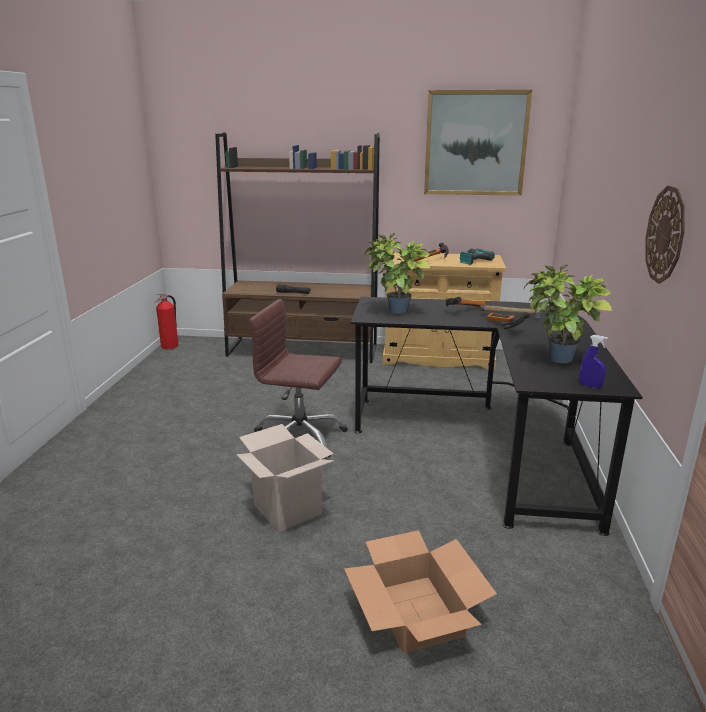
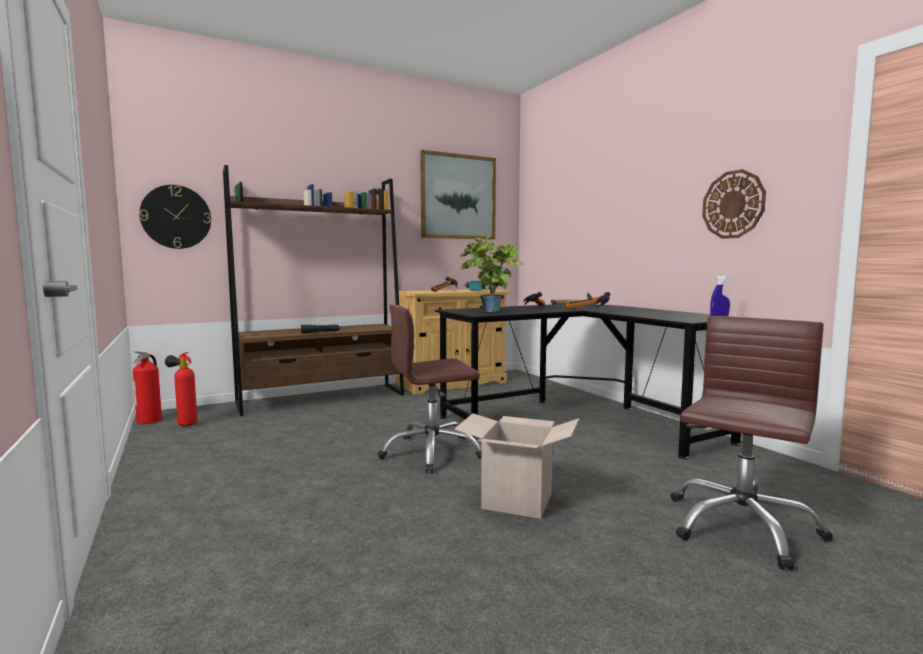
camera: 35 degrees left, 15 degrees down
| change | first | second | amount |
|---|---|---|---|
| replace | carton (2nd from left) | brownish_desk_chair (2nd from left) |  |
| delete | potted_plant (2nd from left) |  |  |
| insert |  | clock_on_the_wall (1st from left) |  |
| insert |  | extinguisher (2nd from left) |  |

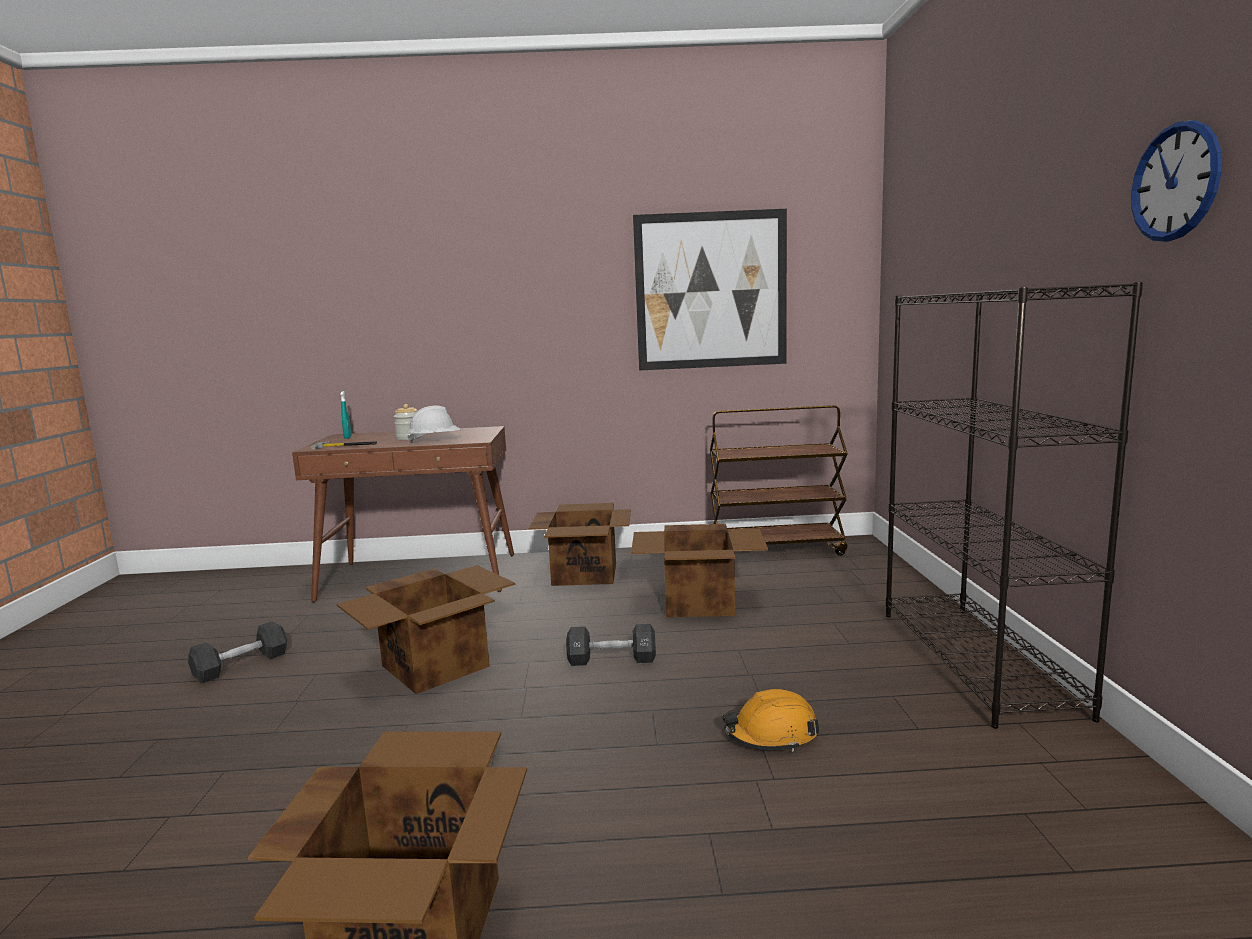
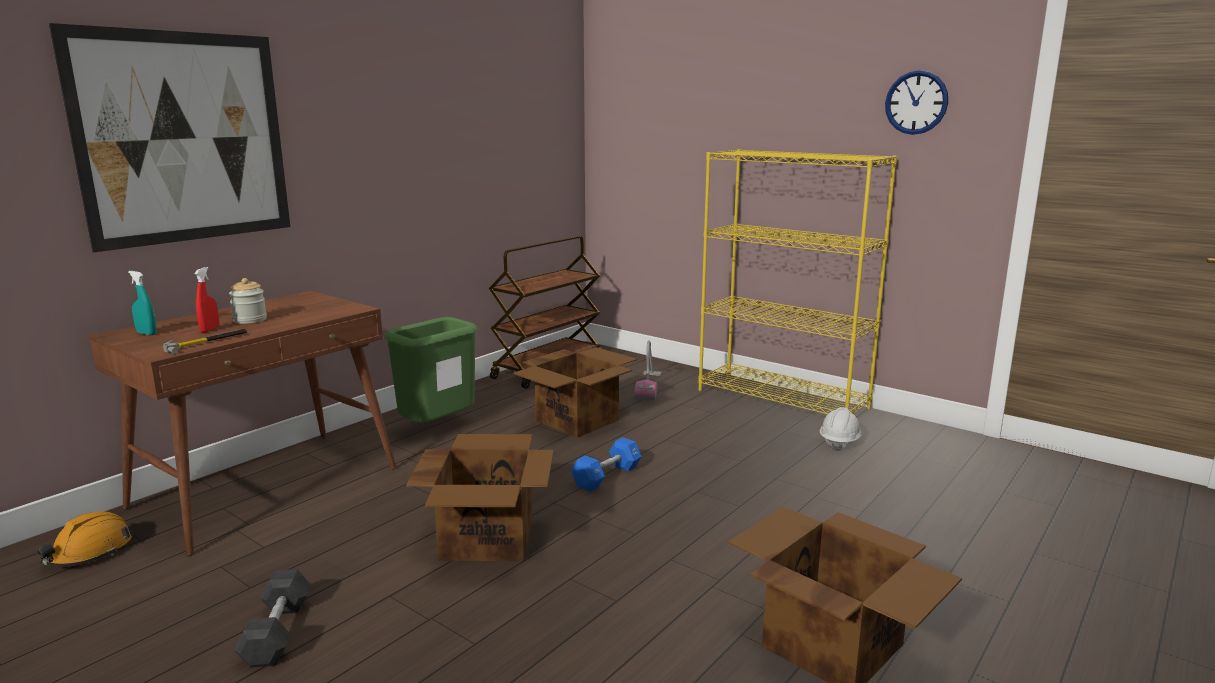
camera: 50 degrees left, 5 degrees up
| change | first | second | amount |
|---|---|---|---|
| move | white_safety_helmet |  |  |
| replace | carton (3rd from left) | green-coloured_rubbish_bin |  |
| recolor | black-coloured_dumbbell (2nd from left) | blue_dumbbell |  |
| move | wall_art |  |  |
| move | orangey_safety_helmet |  |  |
| recolor | black-coloured_shelving_unit | yellow-coloured_shelving_unit |  |
| insert |  | red-coloured_hand_sprayer |  |
| insert |  | vacuum |  |

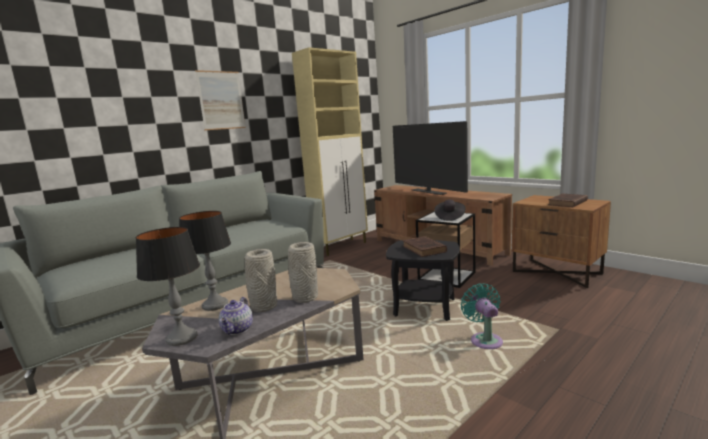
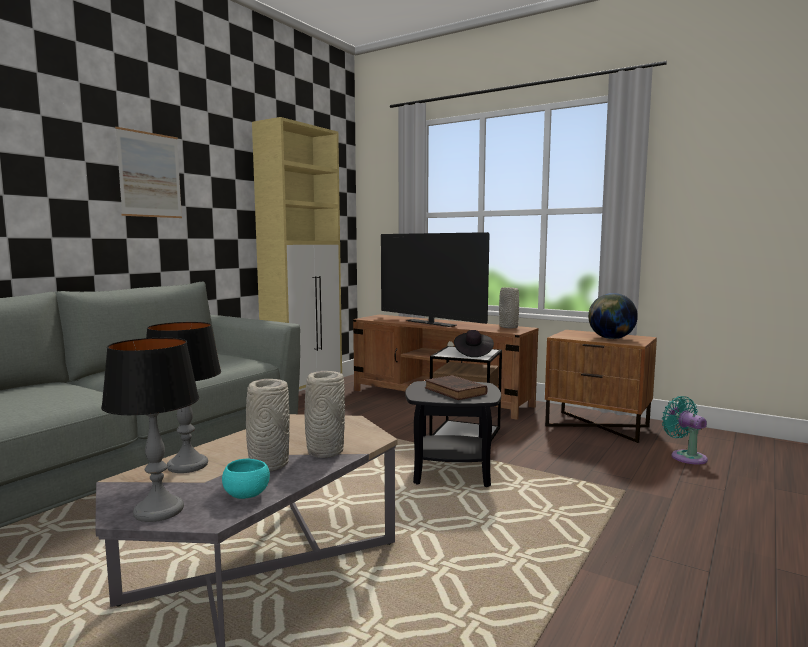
camera: 15 degrees left, 5 degrees down
| change | first | second | amount |
|---|---|---|---|
| replace | teapot | blue-green_serving_bowl |  |
| move | blue-green_fan |  |  |
| replace | brownish_volume (2nd from left) | globe |  |
| insert |  | greyish_decorative_vase (3rd from left) |  |

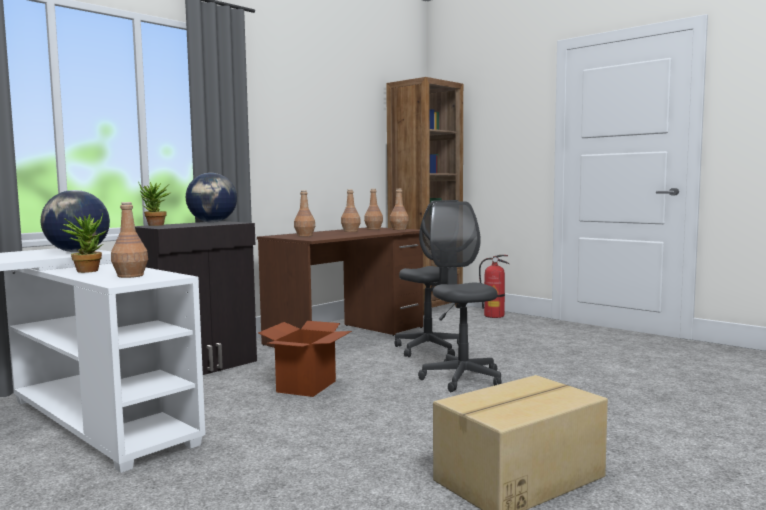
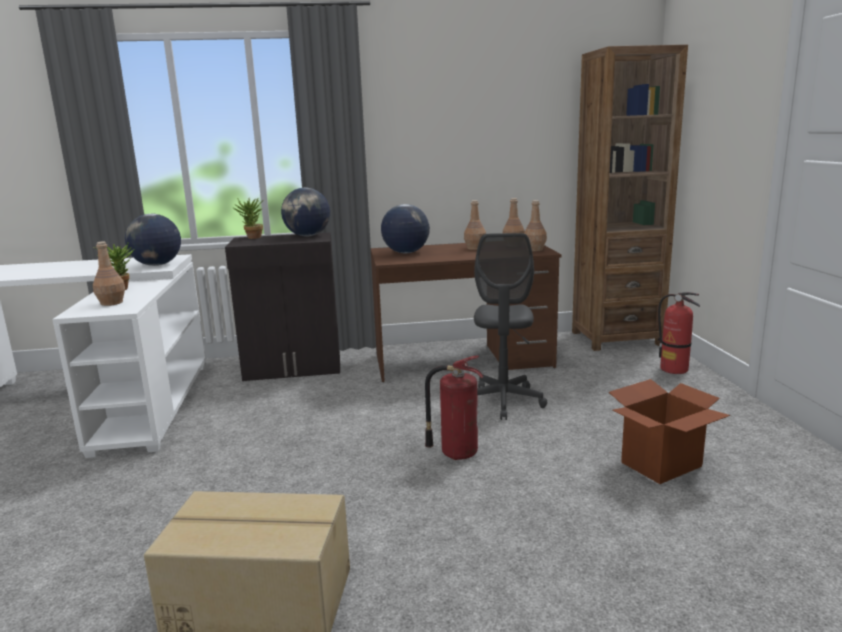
camera: 40 degrees right, 10 degrees up
| change | first | second | amount |
|---|---|---|---|
| move | carton (1st from left in the first image) | carton (2nd from left) |  |
| replace | brownish_bottle (2nd from left) | globe (3rd from left) |  |
| replace | greyish_desk_chair (2nd from left) | extinguisher (1st from left) |  |

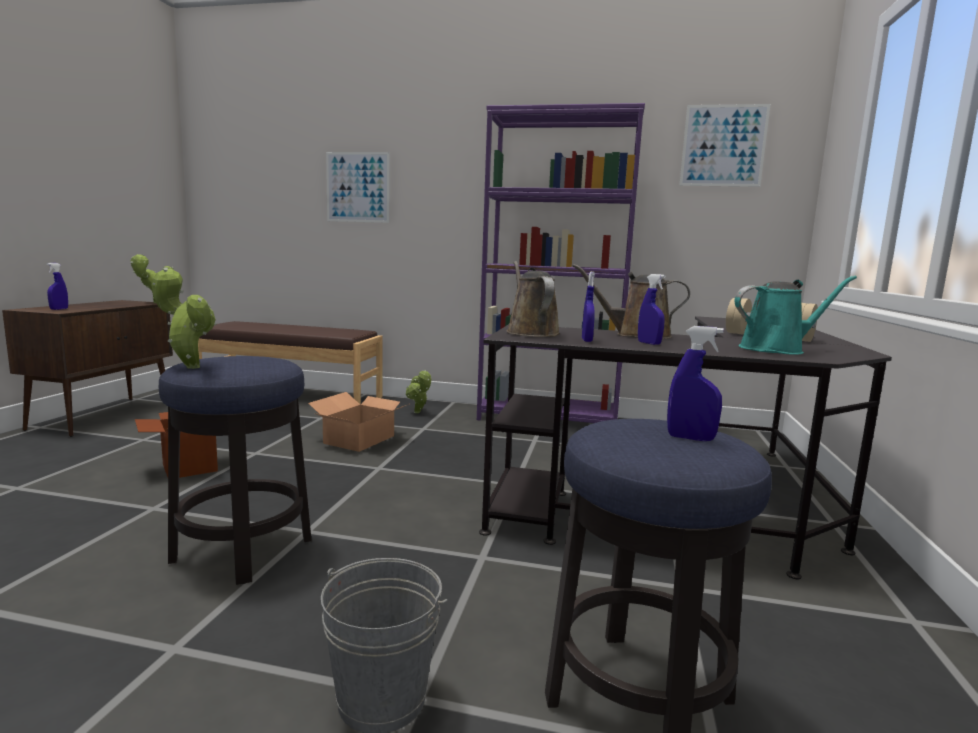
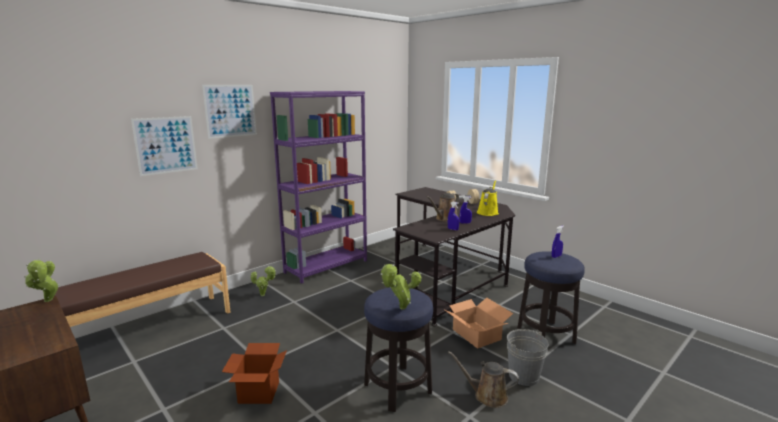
camera: 55 degrees left, 5 degrees up
| change | first | second | amount |
|---|---|---|---|
| delete | blue_hand_sprayer (1st from left) |  |  |
| move | carton (2nd from left) |  |  |
| move | brownish_sprinkling_can (1st from left in the first image) | brownish_sprinkling_can (2nd from left) |  |
| move | wall_art (2nd from left) |  |  |
| recolor | blue-green_sprinkling_can | yellow-coloured_sprinkling_can |  |

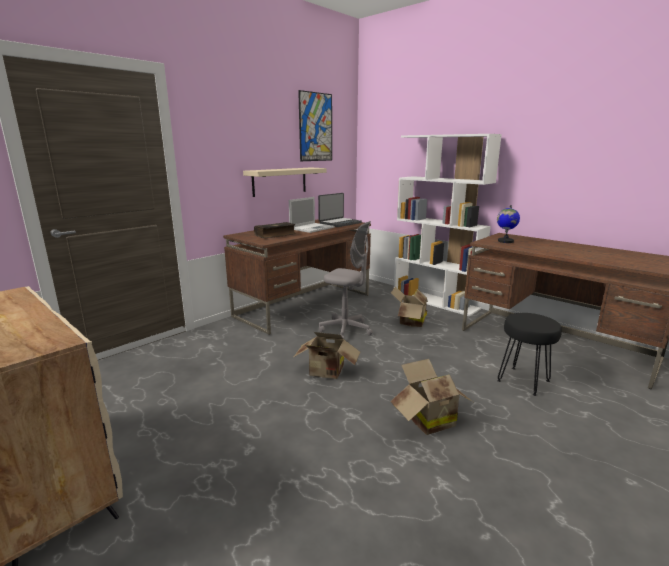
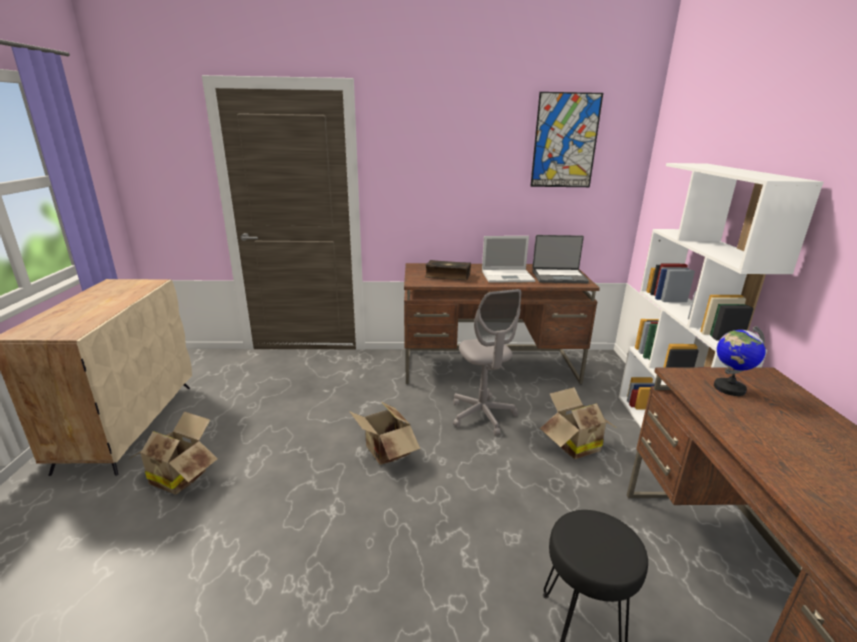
camera: 45 degrees right, 5 degrees up
| change | first | second | amount |
|---|---|---|---|
| delete | beige-coloured_shelf |  |  |
| move | carton (3rd from left in the first image) | carton (1st from left) |  |

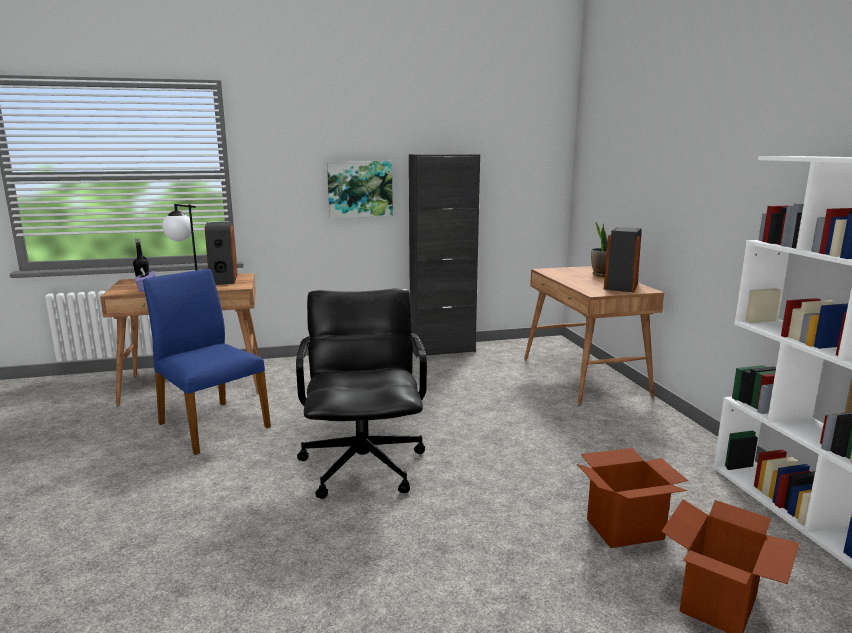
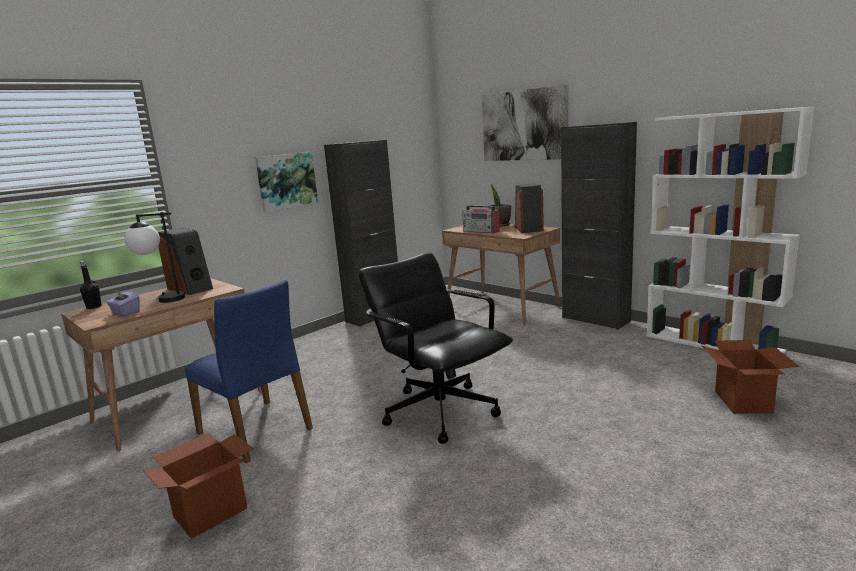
camera: 30 degrees left, 0 degrees up
| change | first | second | amount |
|---|---|---|---|
| rotate | blue_plain_chair |  | 150 degrees counterclockwise |
| move | carton (1st from left) |  |  |
| insert |  | radio_set |  |
| insert |  | wall_art (2nd from left) |  |
| insert |  | black-coloured_storage_cabinet (2nd from left) |  |

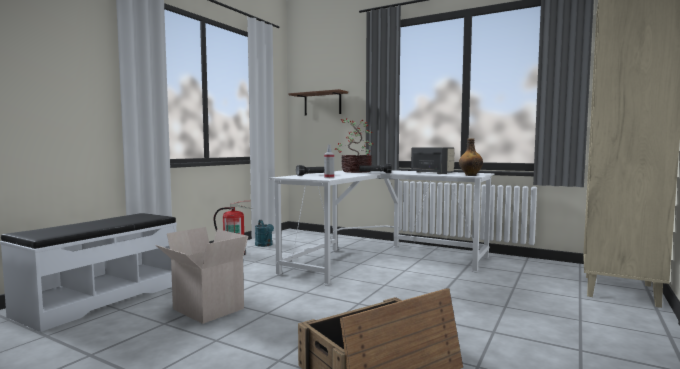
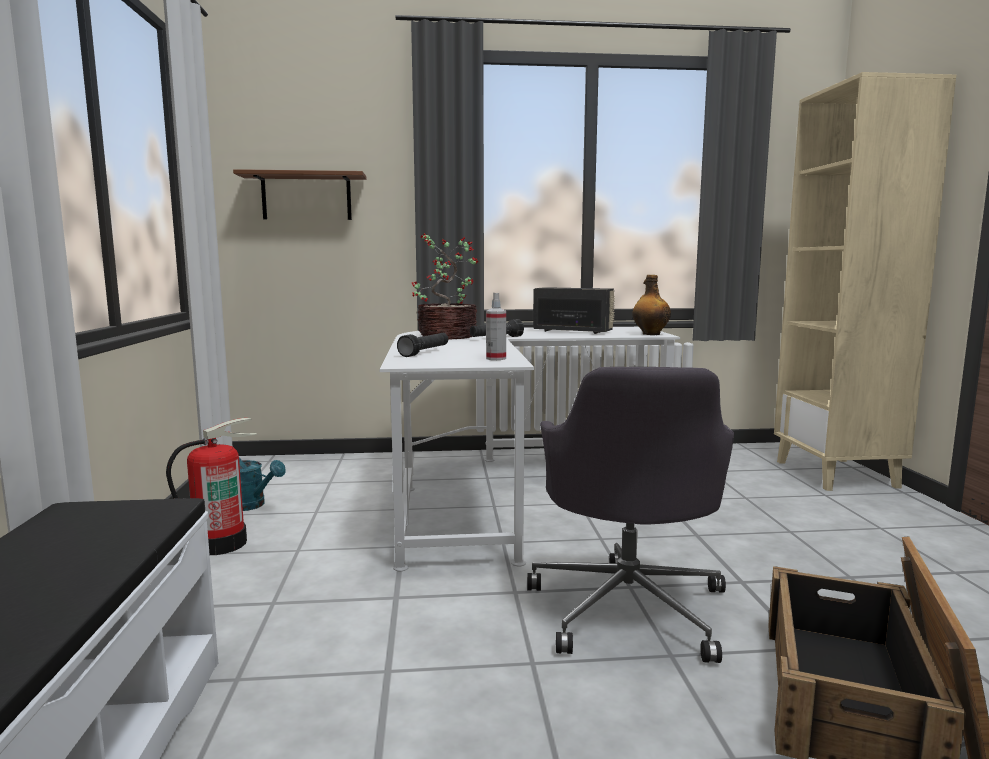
camera: 35 degrees left, 5 degrees up
| change | first | second | amount |
|---|---|---|---|
| delete | carton |  |  |
| insert |  | greyish_desk_chair |  |

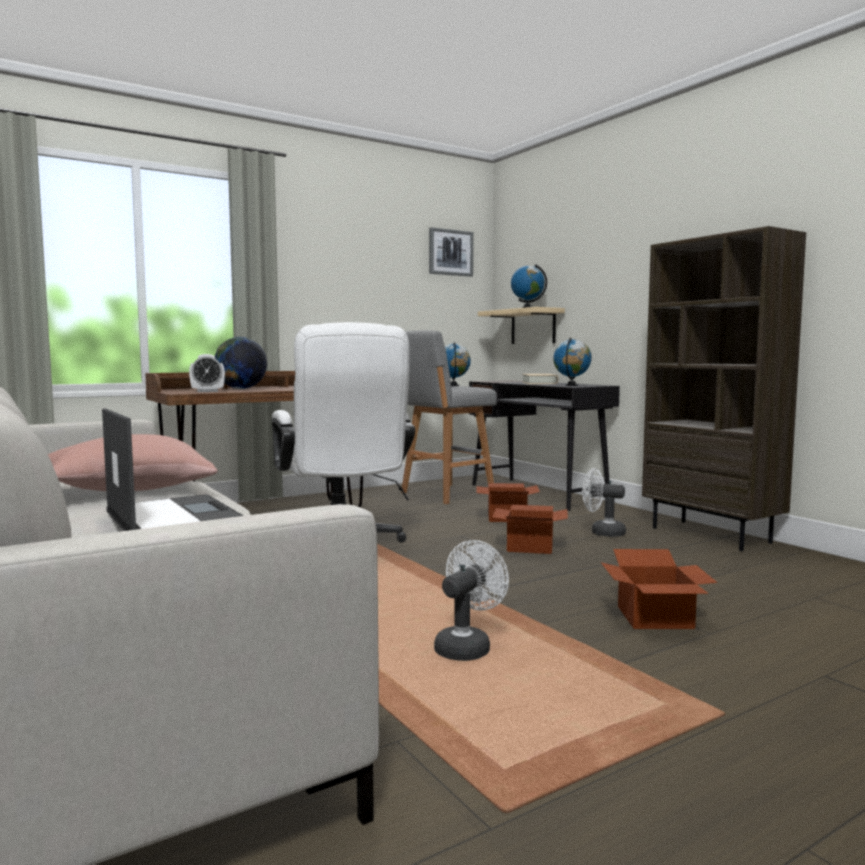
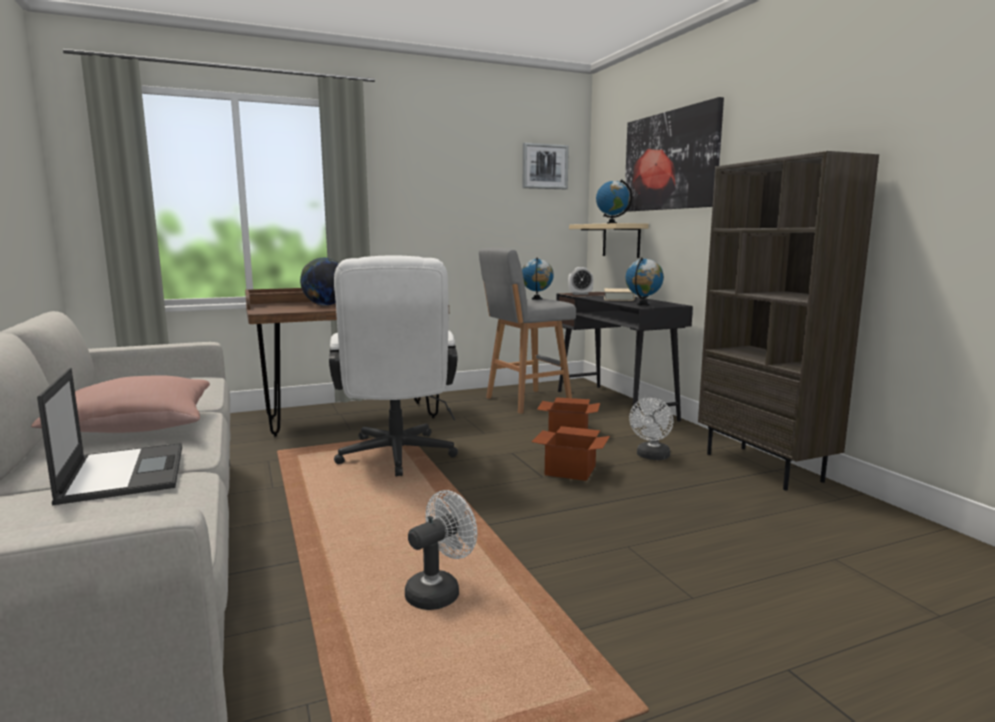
camera: 10 degrees right, 5 degrees up
| change | first | second | amount |
|---|---|---|---|
| move | table_clock |  |  |
| rotate | white_fan (2nd from left) |  | 90 degrees counterclockwise |
| delete | carton (3rd from left) |  |  |
| insert |  | wall_art (2nd from left) |  |

